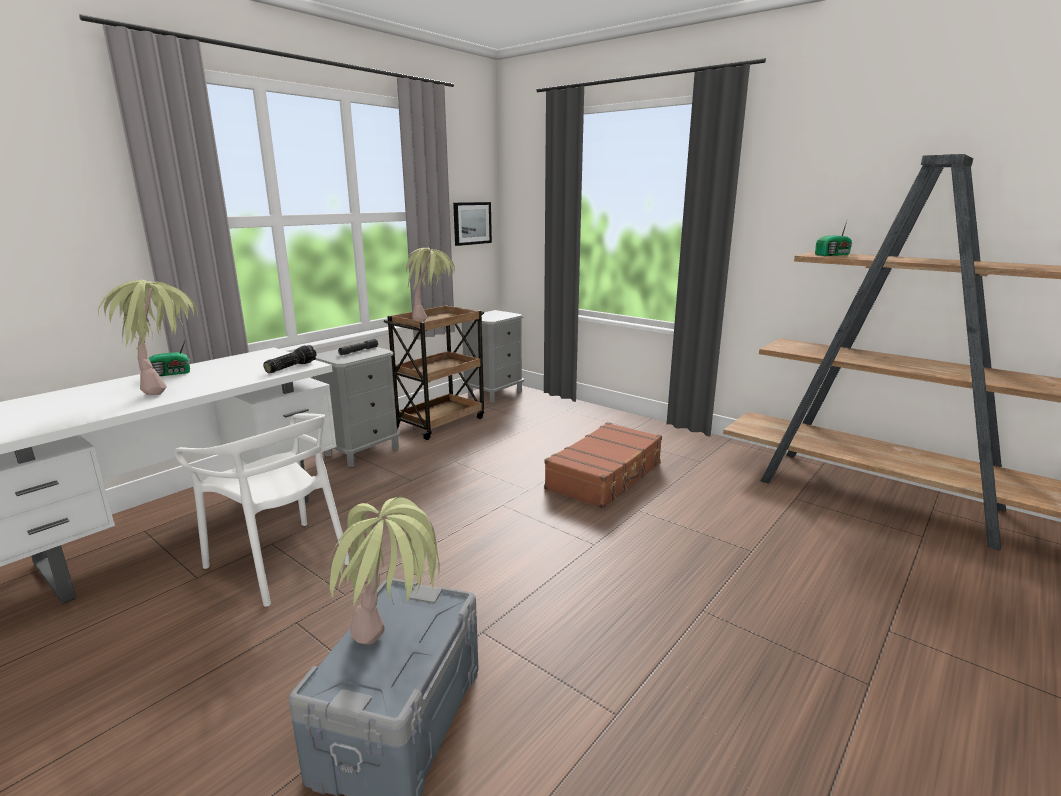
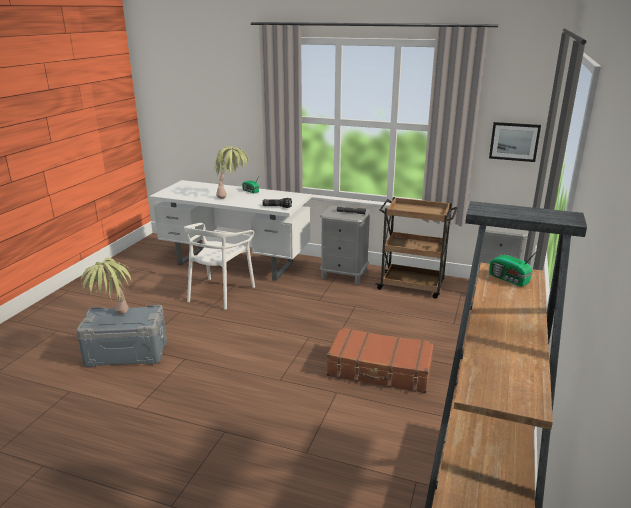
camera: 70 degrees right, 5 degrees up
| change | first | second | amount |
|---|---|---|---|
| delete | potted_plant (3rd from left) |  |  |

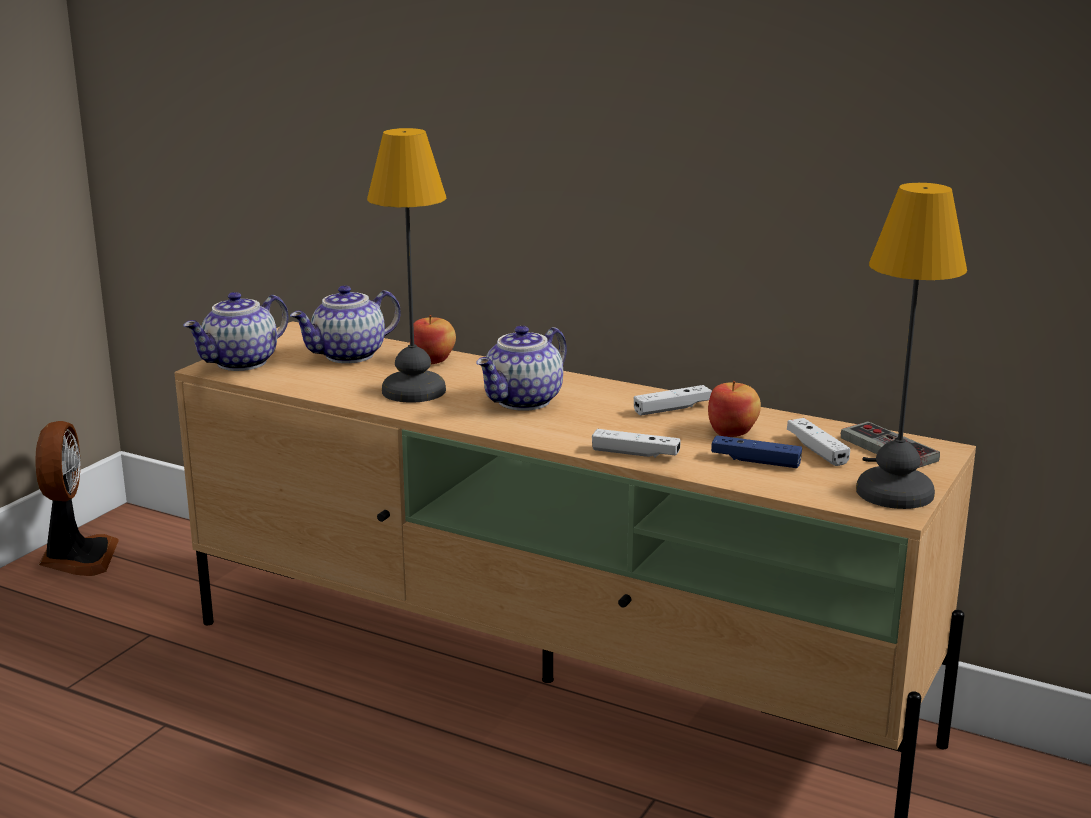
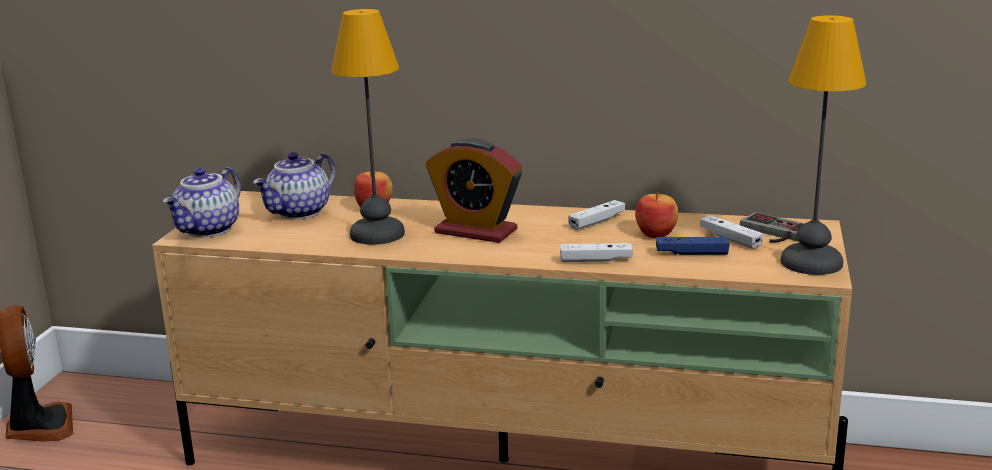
camera: 15 degrees left, 0 degrees up
| change | first | second | amount |
|---|---|---|---|
| replace | teapot (3rd from left) | table_clock |  |

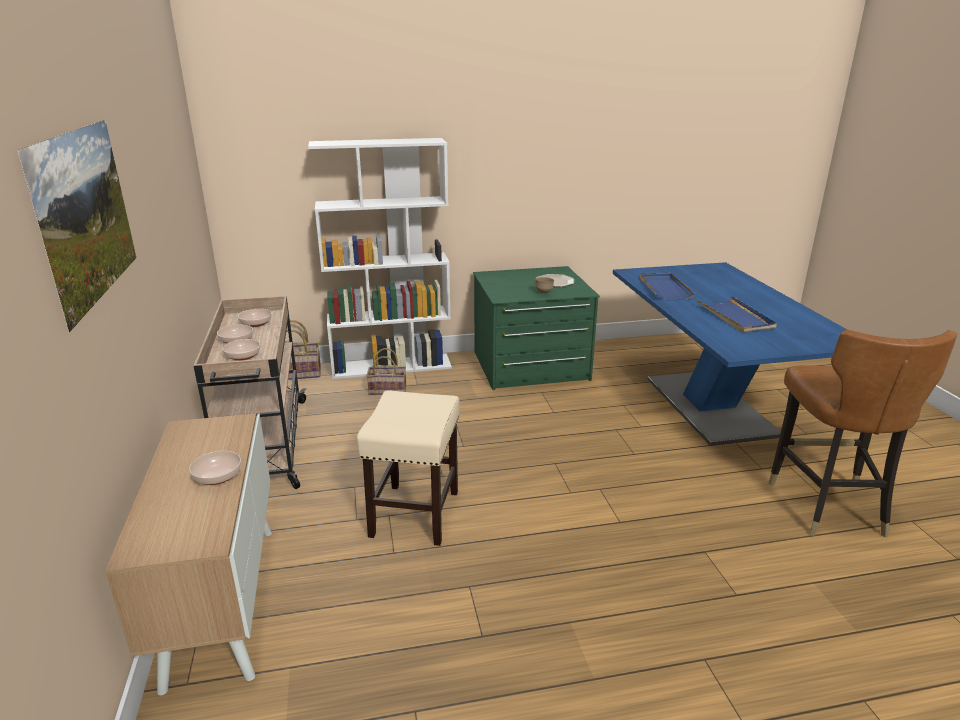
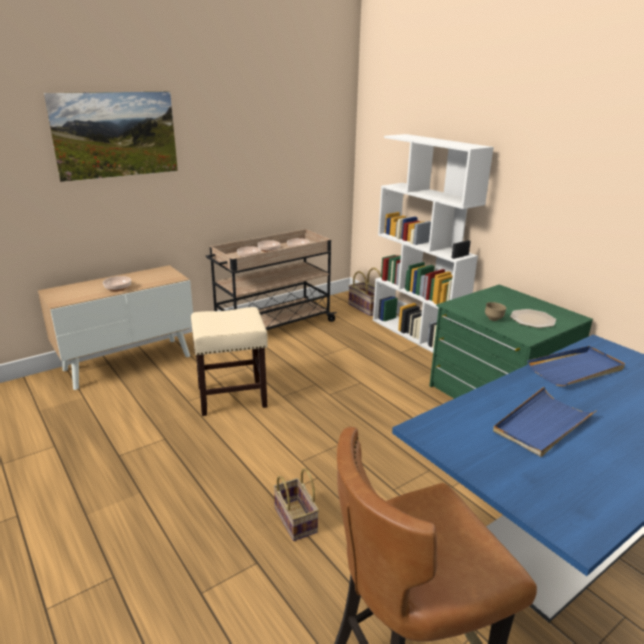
camera: 65 degrees right, 0 degrees up
| change | first | second | amount |
|---|---|---|---|
| move | storage_basket (2nd from left in the first image) | storage_basket (1st from left) |  |

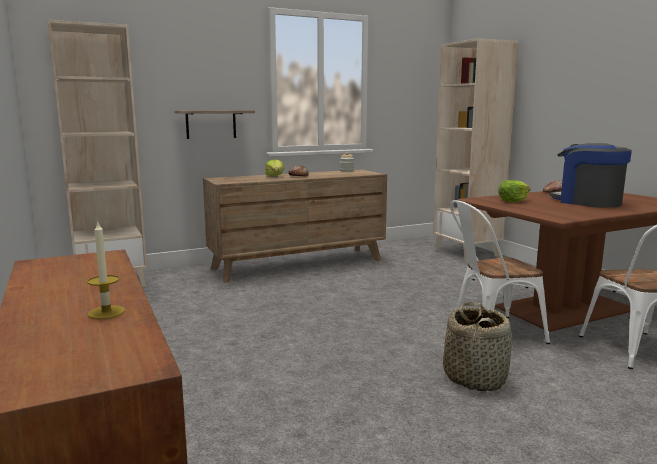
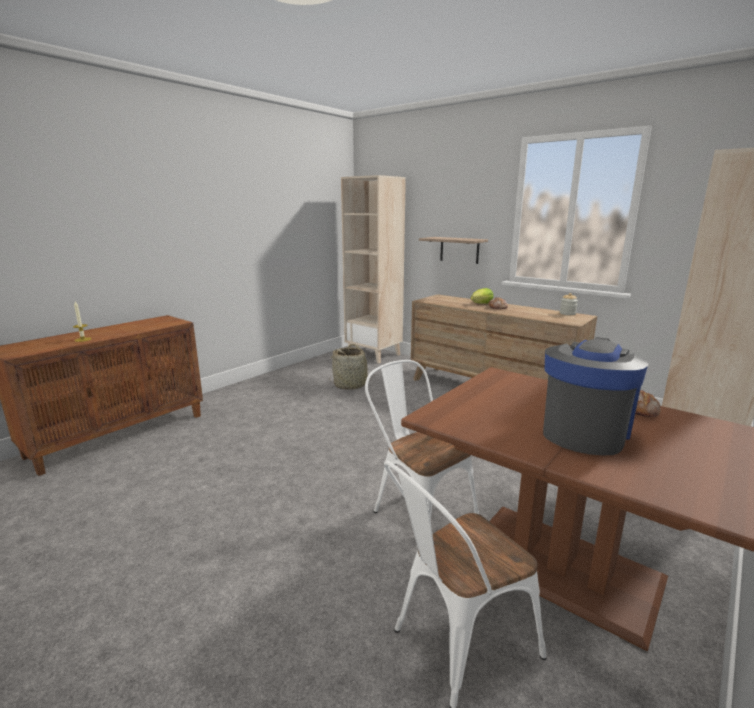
camera: 65 degrees right, 5 degrees up
| change | first | second | amount |
|---|---|---|---|
| move | storage_basket |  |  |
| delete | head_of_lettuce (2nd from left) |  |  |

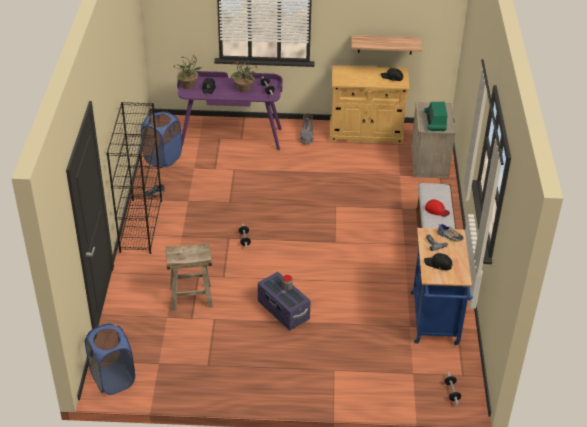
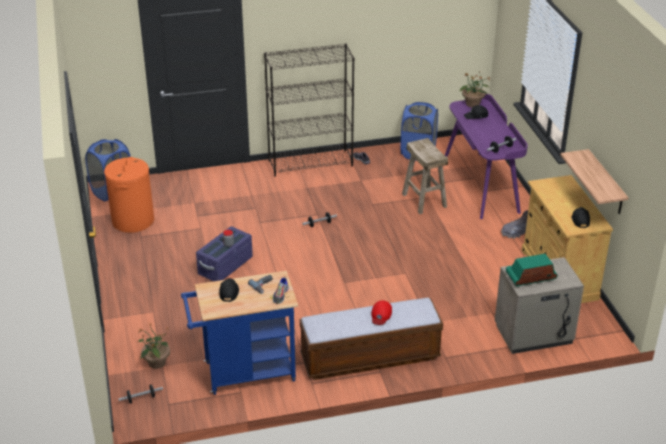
camera: 75 degrees right, 5 degrees down
| change | first | second | amount |
|---|---|---|---|
| move | beige-coloured_stool |  |  |
| move | potted_plant (2nd from left in the first image) | potted_plant (1st from left) |  |
| insert |  | orangey_washing_basket |  |

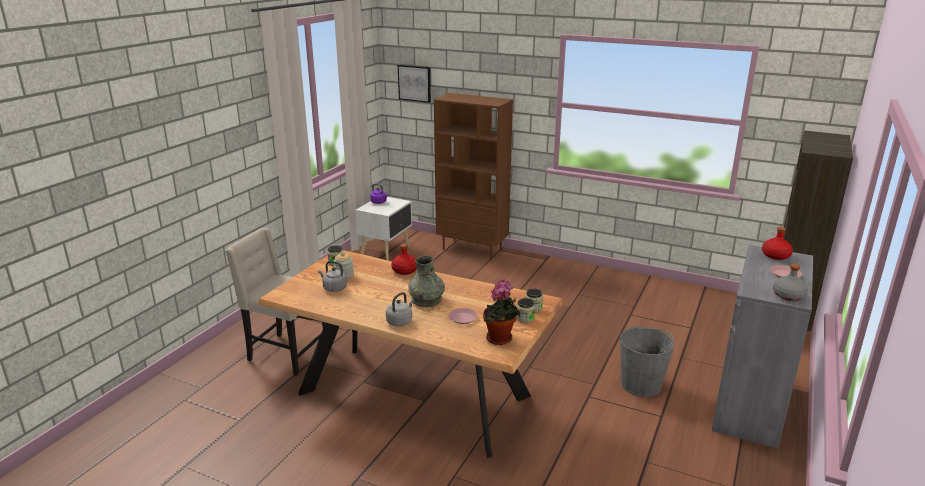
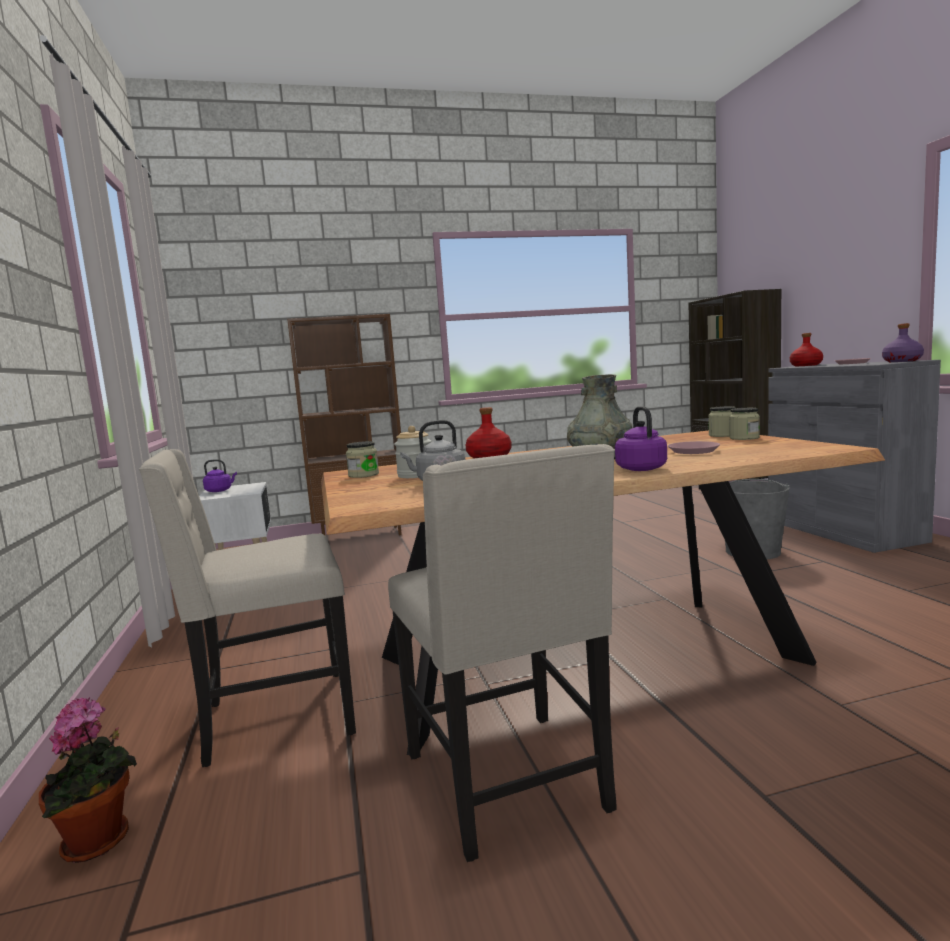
camera: 40 degrees left, 15 degrees down
| change | first | second | amount |
|---|---|---|---|
| recolor | greyish_tea_kettle (2nd from left) | purplish_tea_kettle (2nd from left) |  |
| delete | wall_art |  |  |
| move | potted_plant |  |  |
| recolor | greyish_bottle | purplish_bottle |  |
| insert |  | beige-coloured_plain_chair (2nd from left) |  |

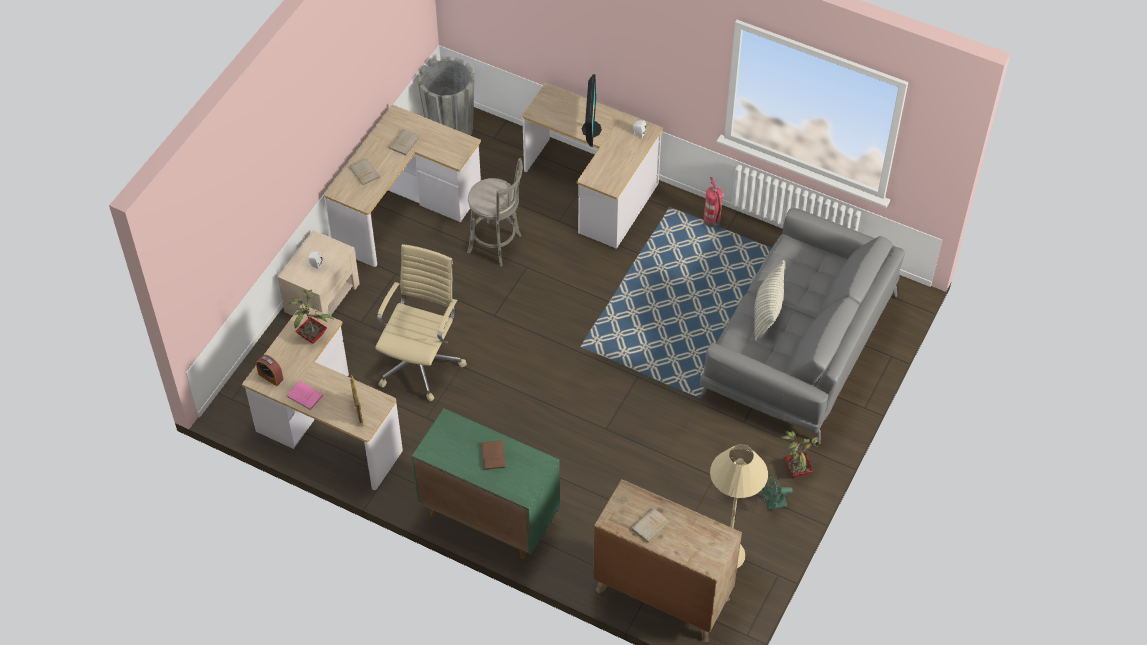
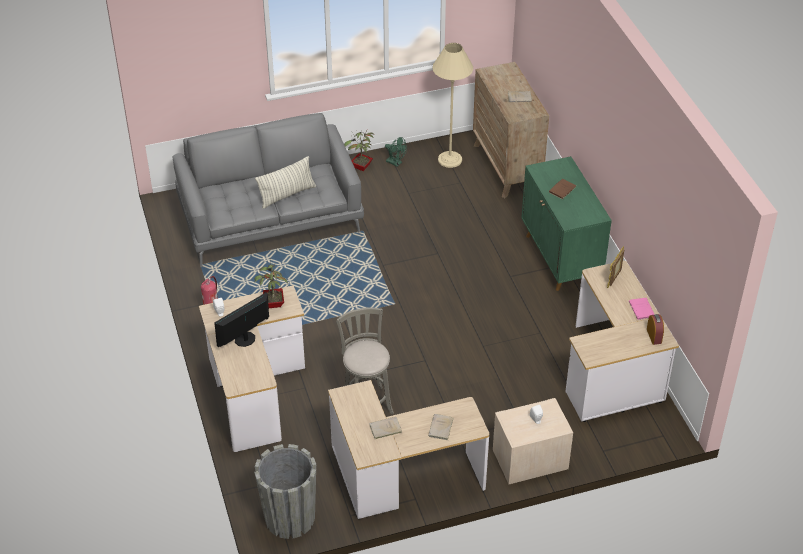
camera: 135 degrees left, 10 degrees down
| change | first | second | amount |
|---|---|---|---|
| move | potted_plant (1st from left) |  |  |
| delete | beige-coloured_desk_chair |  |  |

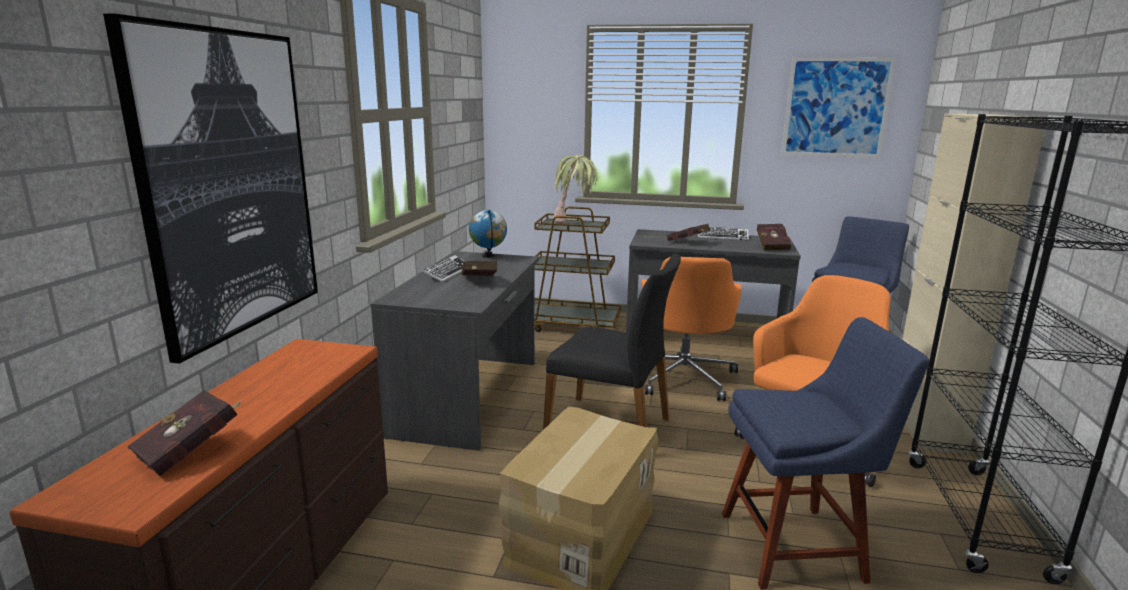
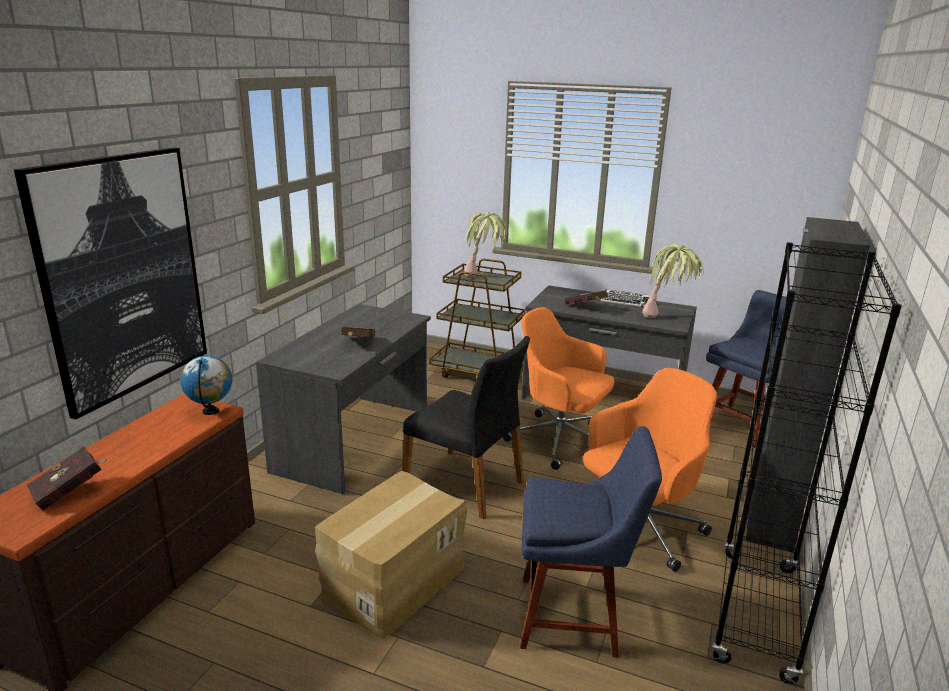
camera: 10 degrees right, 5 degrees up
| change | first | second | amount |
|---|---|---|---|
| delete | PC_keyboard (1st from left) |  |  |
| move | globe |  |  |
| rotate | orangey_desk_chair (1st from left) |  | 105 degrees clockwise |
| replace | red-coloured_volume (4th from left) | potted_plant (2nd from left) |  |
| delete | wall_art (2nd from left) |  |  |
| recolor | beige-coloured_storage_cabinet | black-coloured_storage_cabinet |  |

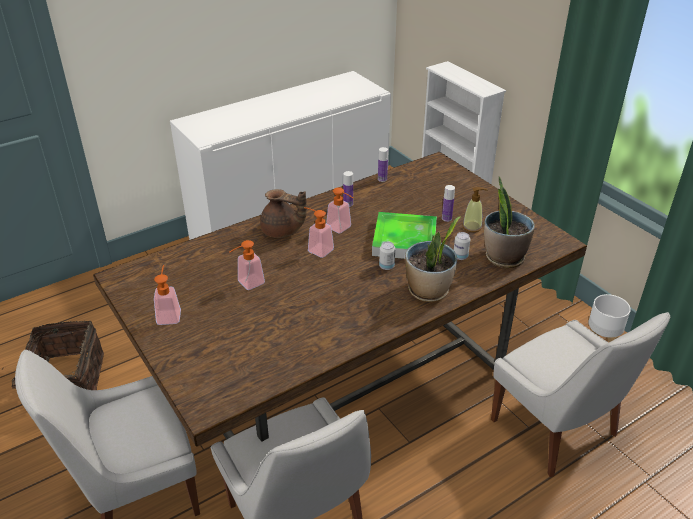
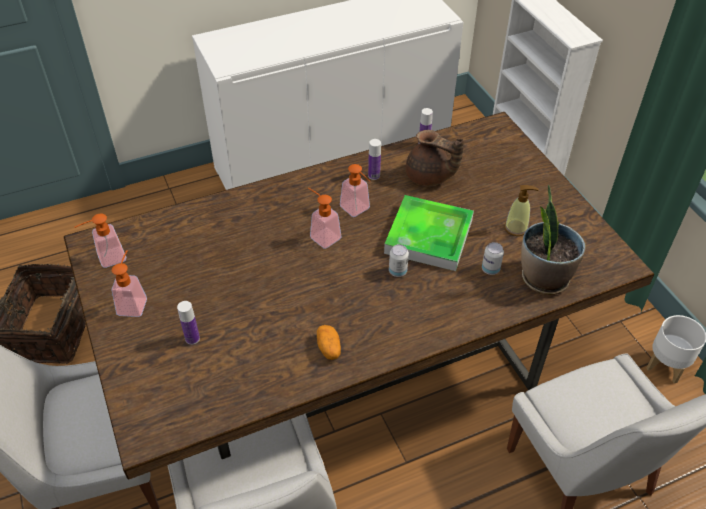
camera: 10 degrees right, 10 degrees up
| change | first | second | amount |
|---|---|---|---|
| move | soap_bottle (2nd from left in the first image) | soap_bottle (1st from left) |  |
| move | brownish_teapot |  |  |
| delete | potted_plant (1st from left) |  |  |
| move | bottle (3rd from left in the first image) | bottle (1st from left) |  |
| insert |  | potato |  |

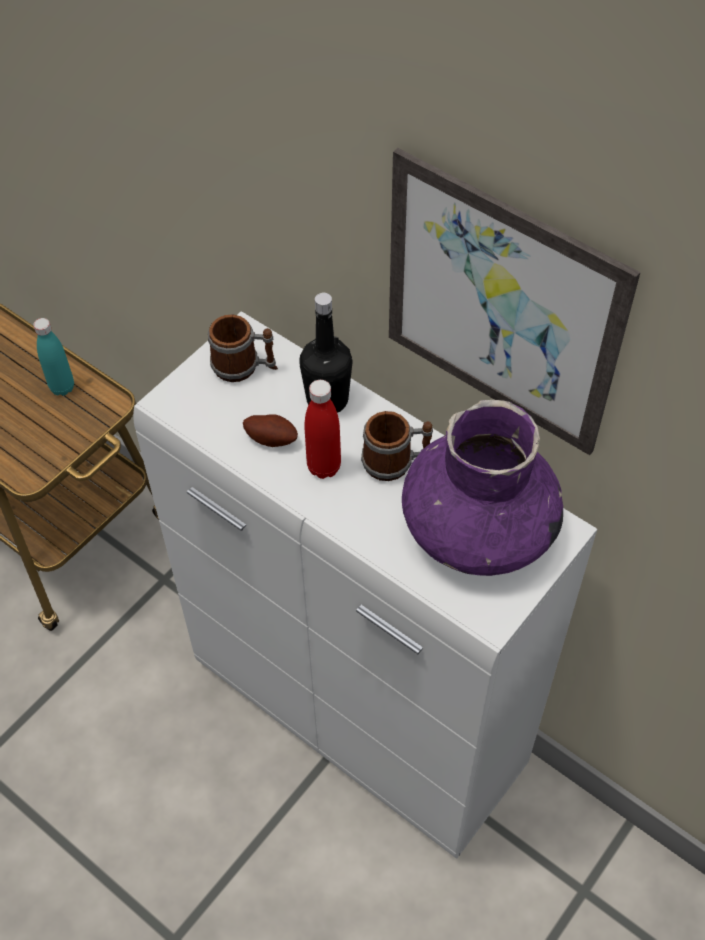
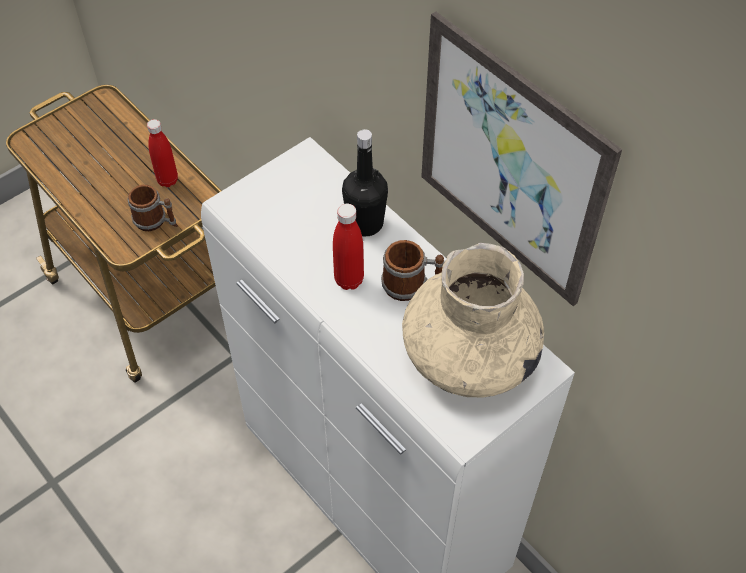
camera: 10 degrees right, 0 degrees up
| change | first | second | amount |
|---|---|---|---|
| recolor | blue-green_bottle | red-coloured_bottle (1st from left) |  |
| move | tea_mug (1st from left) |  |  |
| delete | potato |  |  |
| recolor | purplish_decorative_vase | beige-coloured_decorative_vase |  |

